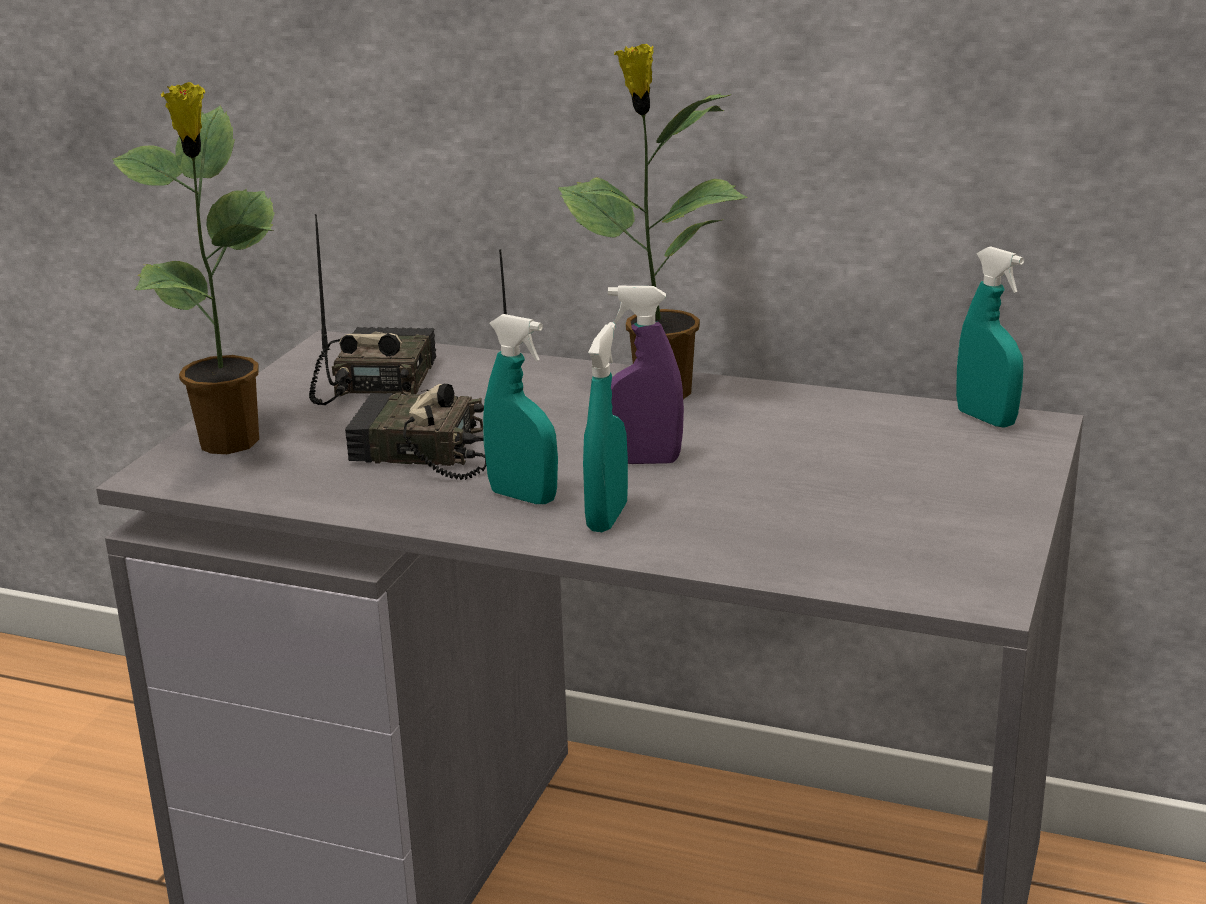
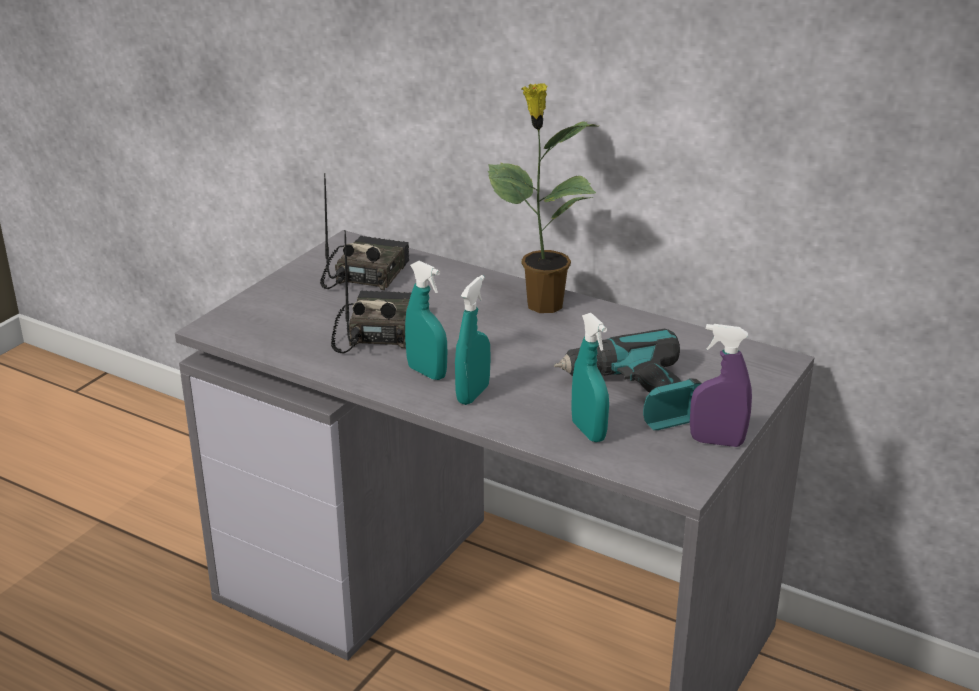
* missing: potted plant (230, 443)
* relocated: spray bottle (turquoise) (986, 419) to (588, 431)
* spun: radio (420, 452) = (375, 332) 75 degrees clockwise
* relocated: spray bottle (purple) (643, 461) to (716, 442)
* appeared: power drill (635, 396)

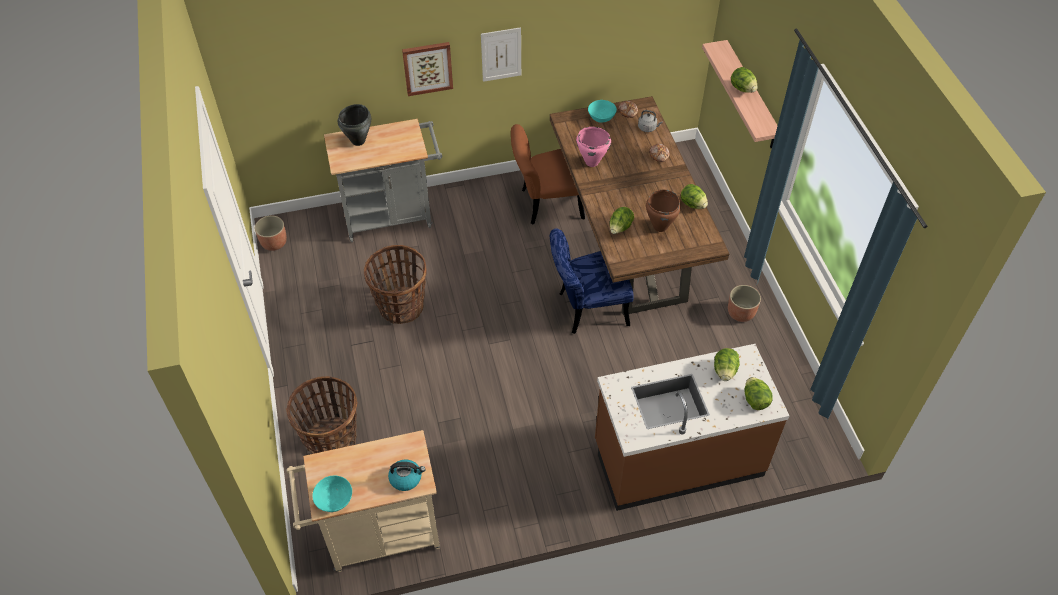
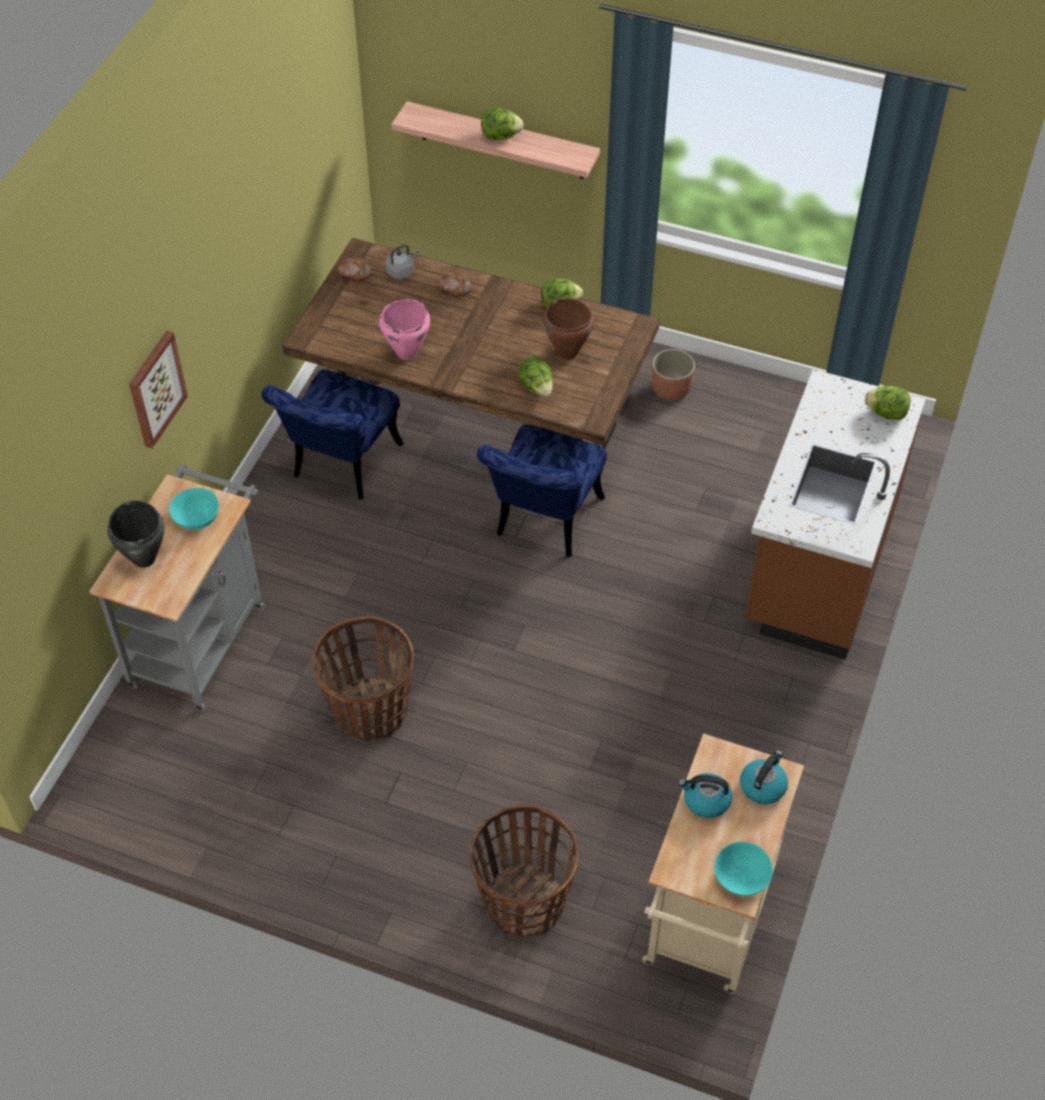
* missing: picture (501, 54)
* relocated: bowl (turquoise) (601, 117) to (196, 518)
* colour: chair (brown) (546, 203) to chair (blue) (341, 466)
* missing: planter (274, 242)
* missing: lettuce (724, 371)
* appeared: kettle (705, 801)

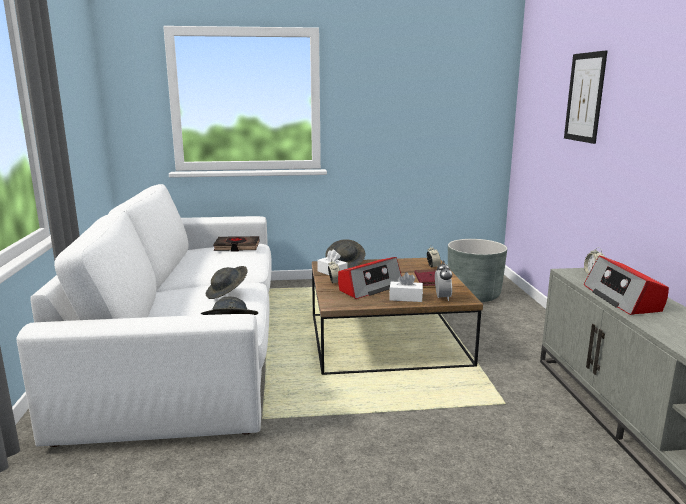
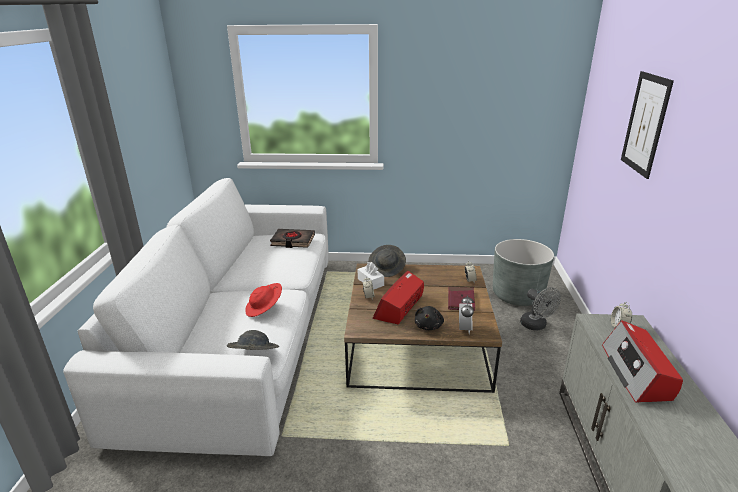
* spun: radio (370, 287) = (399, 307) 150 degrees clockwise
* colour: hat (grey) (227, 293) to hat (red) (264, 309)
* exchanged: tissue box (white) (405, 298) to plush toy (black) (428, 326)
* appeared: fan (grey) (536, 326)

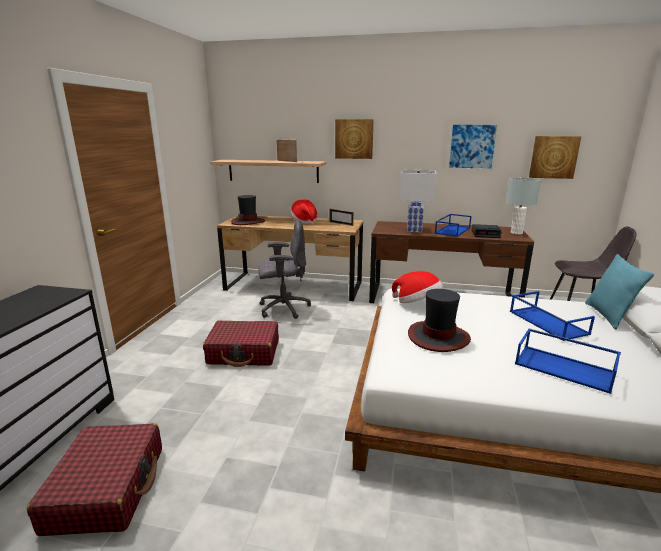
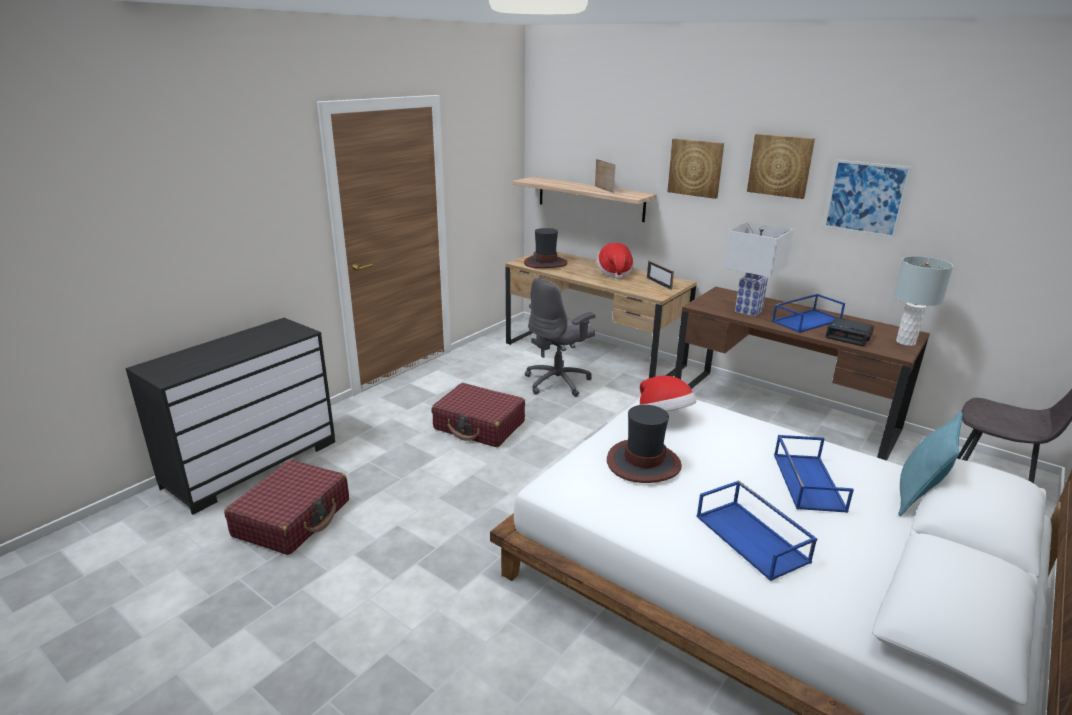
* relocated: picture (553, 157) to (780, 165)
* spun: office chair (grey) (283, 308) = (558, 382) 120 degrees clockwise

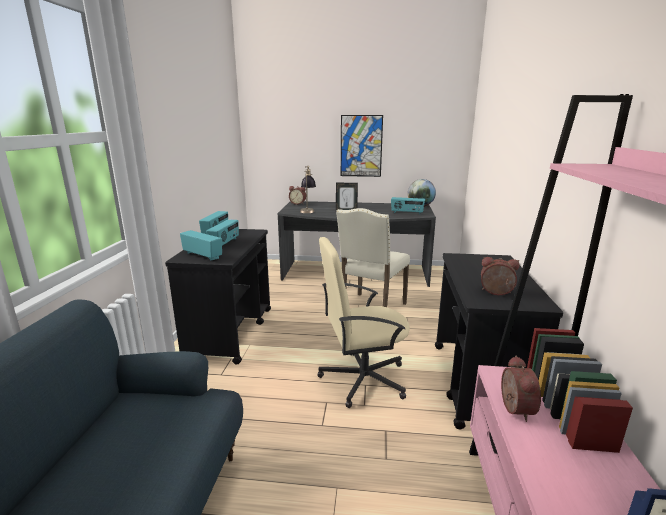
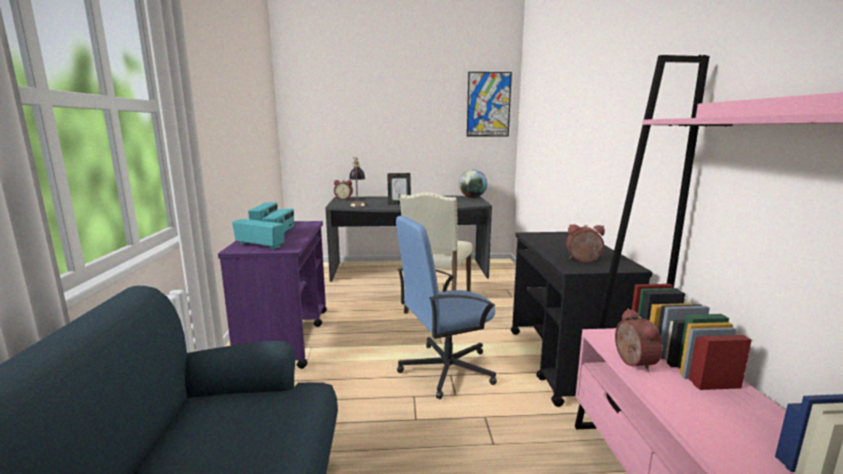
* relocated: picture (361, 146) to (488, 104)
* missing: radio (407, 213)
* colour: cart (black) (230, 332) to cart (purple) (286, 336)
* colour: office chair (beige) (362, 379) to office chair (blue) (445, 369)

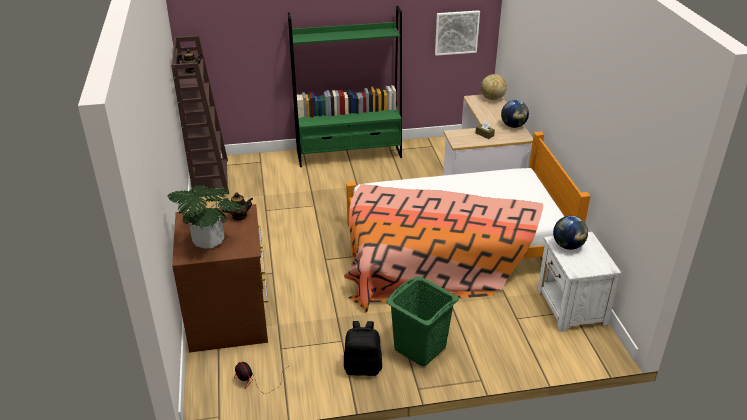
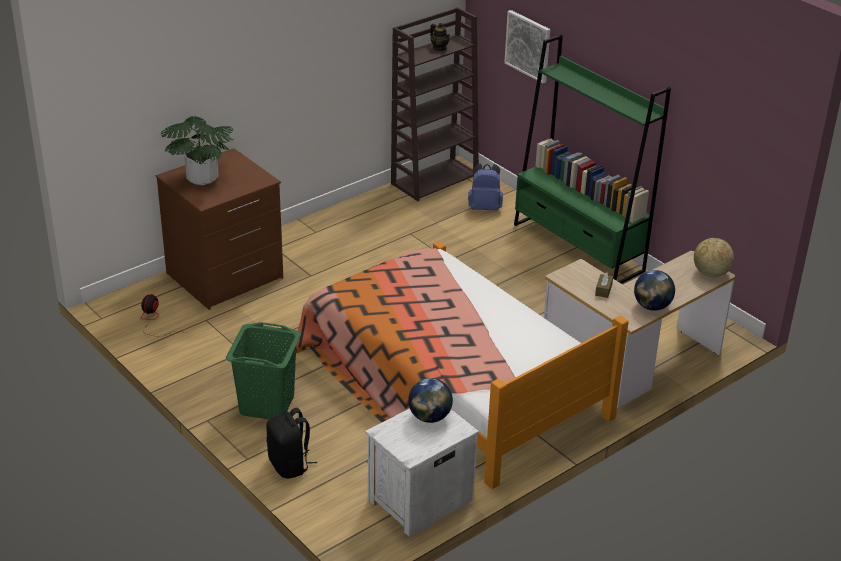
* relocated: picture (456, 32) to (528, 46)
* missing: teapot (239, 216)
* relocated: backpack (black) (363, 367) to (290, 465)
* appeared: backpack (blue) (485, 207)

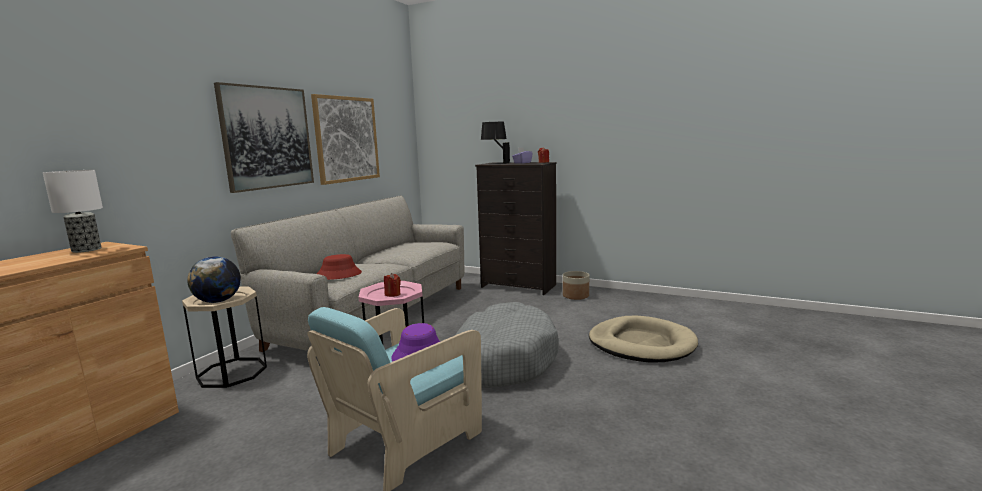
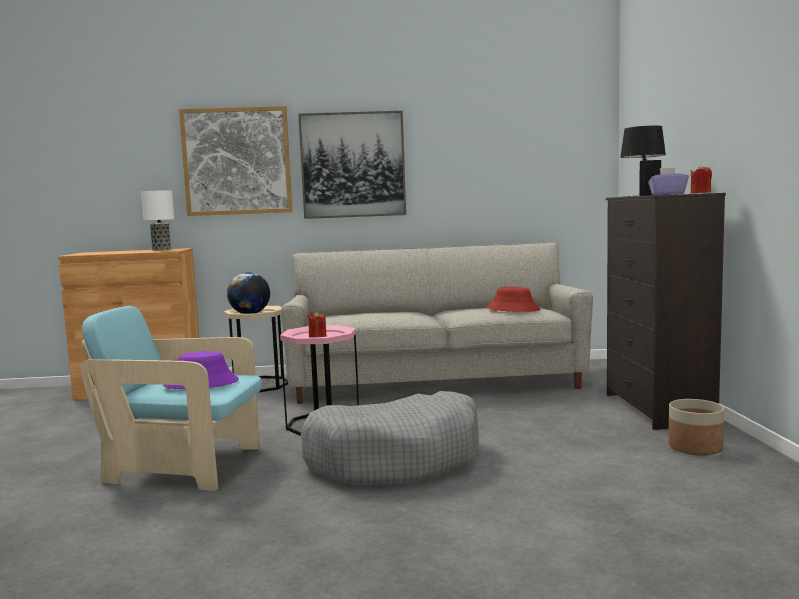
* relocated: picture (346, 139) to (237, 161)
* relocated: hat (red) (338, 275) to (513, 309)
* missing: dog bed (beige) (641, 344)

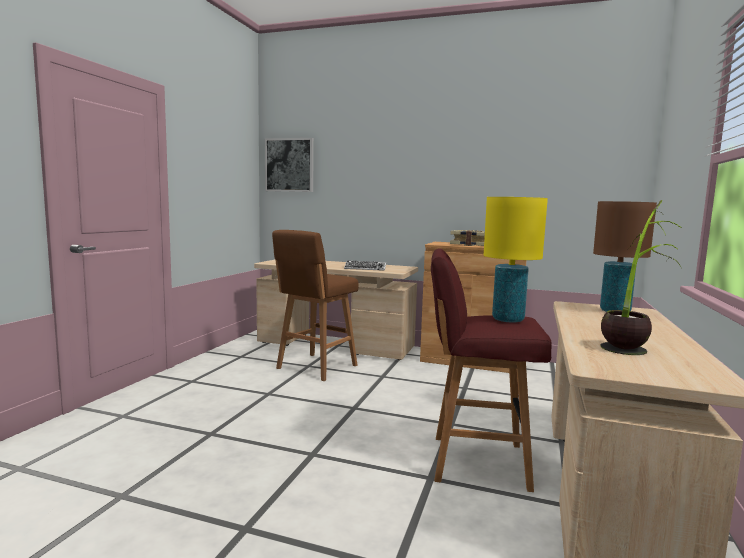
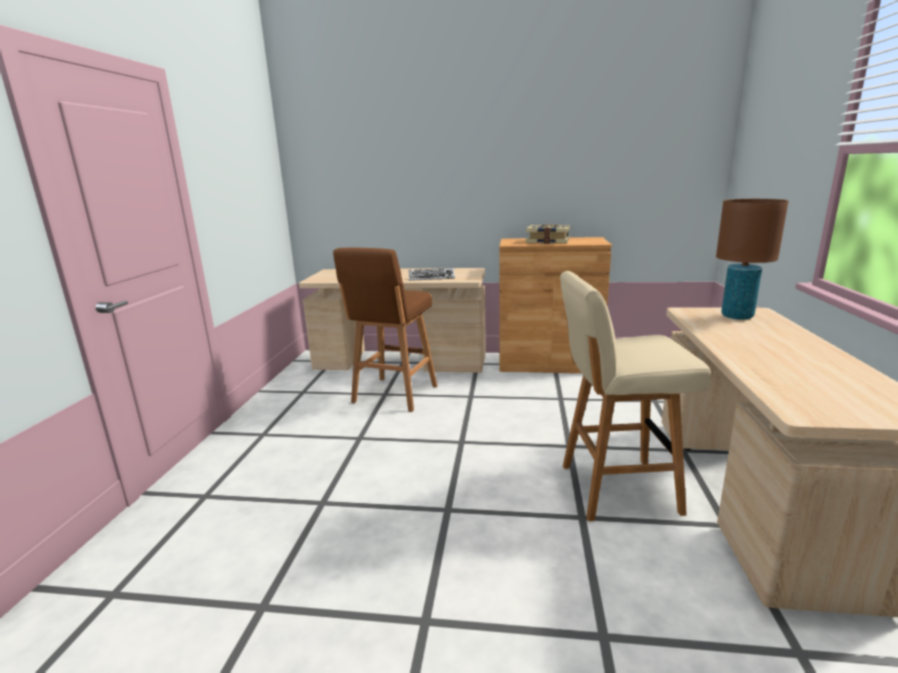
* missing: picture (289, 165)
* missing: table lamp (yellow) (508, 319)
* missing: potted plant (632, 344)
* colour: stool (red) (476, 461) to stool (beige) (615, 488)

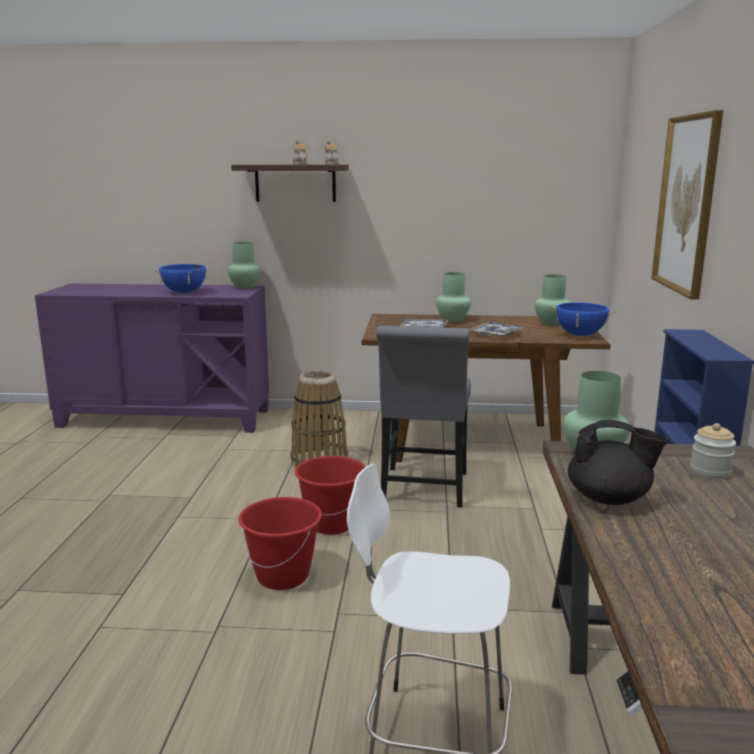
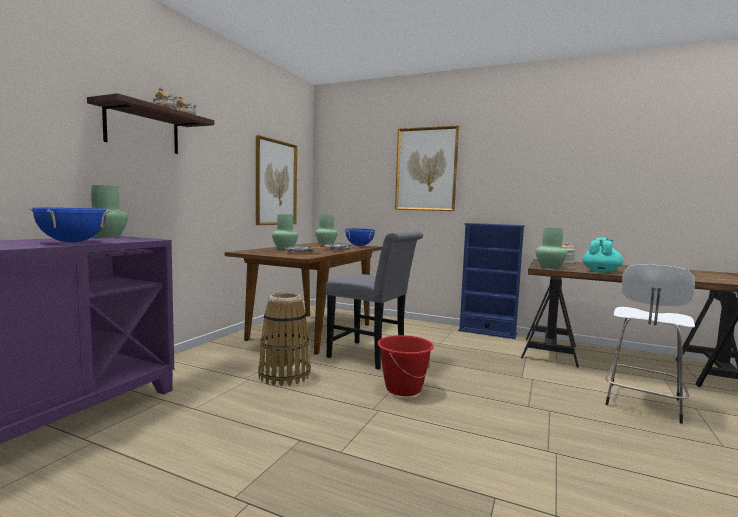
* colour: teapot (black) (609, 499) to teapot (turquoise) (601, 271)
* missing: bucket (red) (283, 576)
* appeared: picture (276, 183)

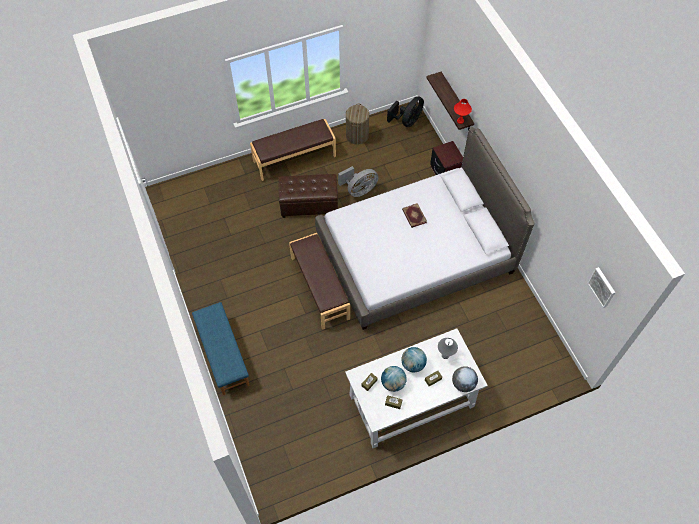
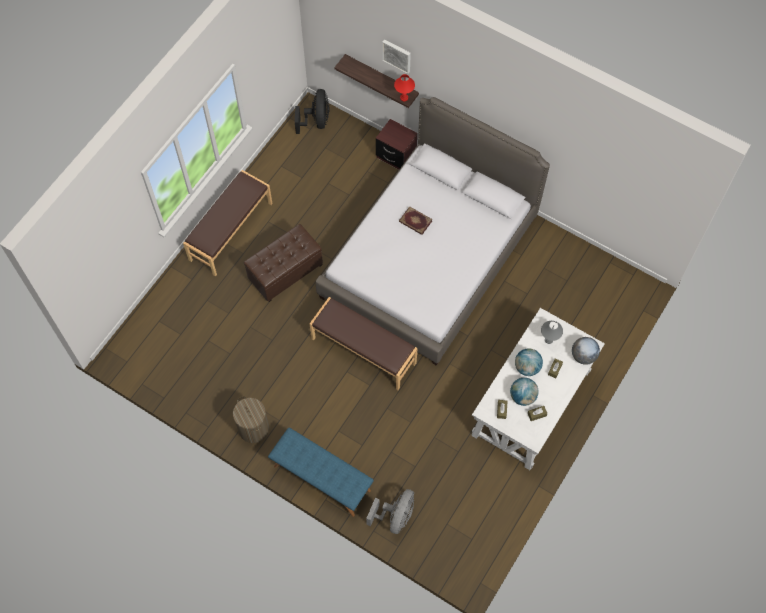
* relocated: laundry basket (357, 135) to (253, 428)
* relocated: fan (grey) (359, 190) to (395, 516)
* relocated: picture (602, 287) to (397, 55)

